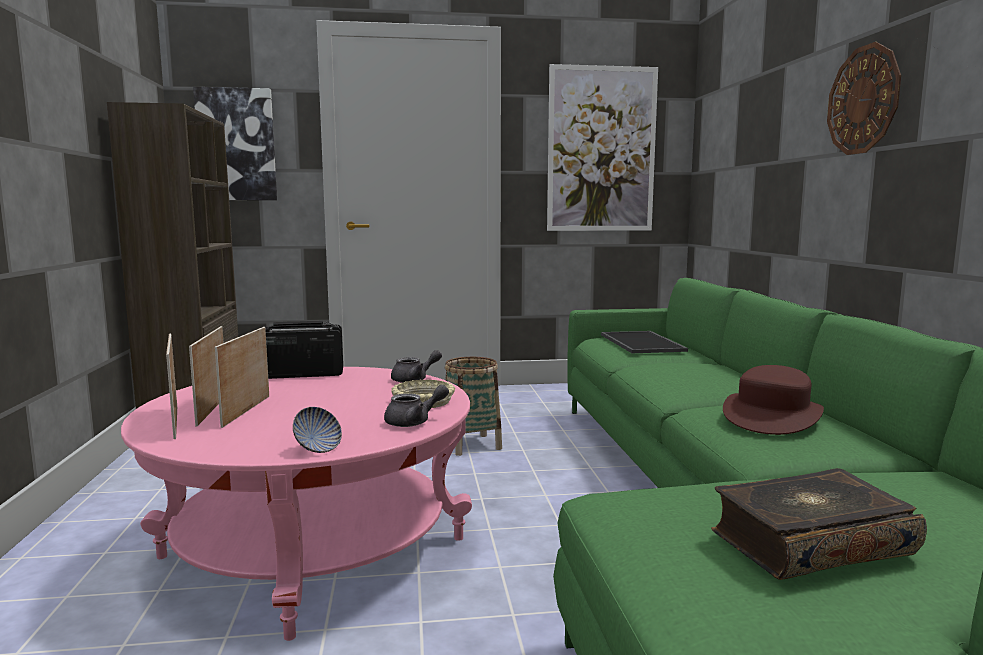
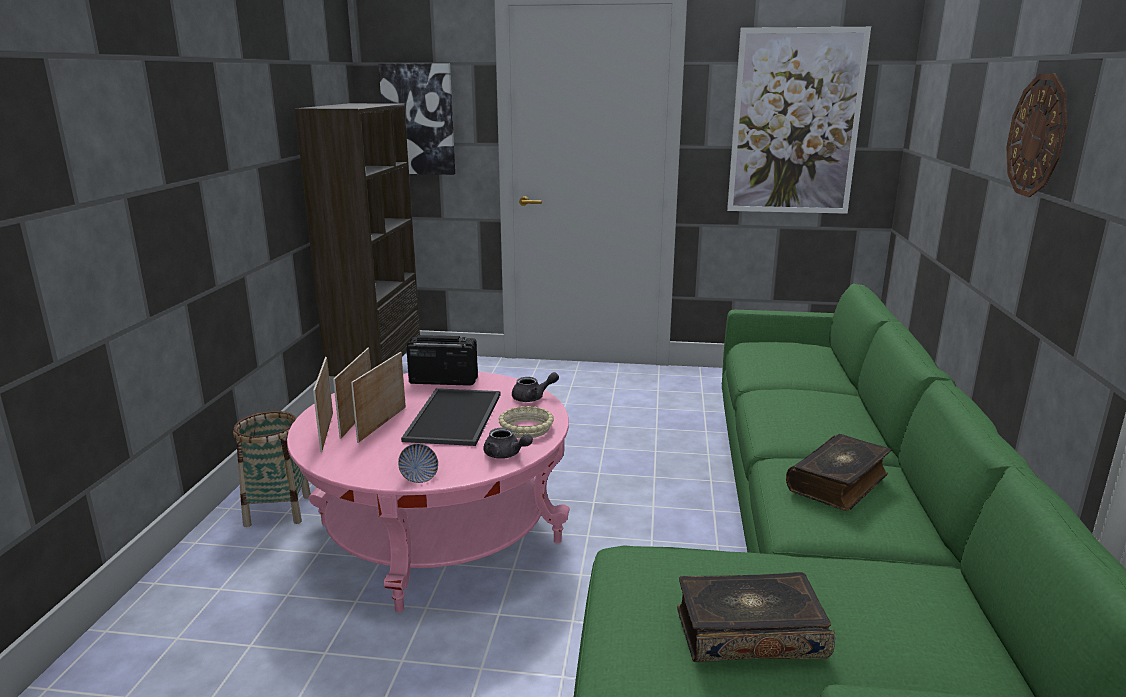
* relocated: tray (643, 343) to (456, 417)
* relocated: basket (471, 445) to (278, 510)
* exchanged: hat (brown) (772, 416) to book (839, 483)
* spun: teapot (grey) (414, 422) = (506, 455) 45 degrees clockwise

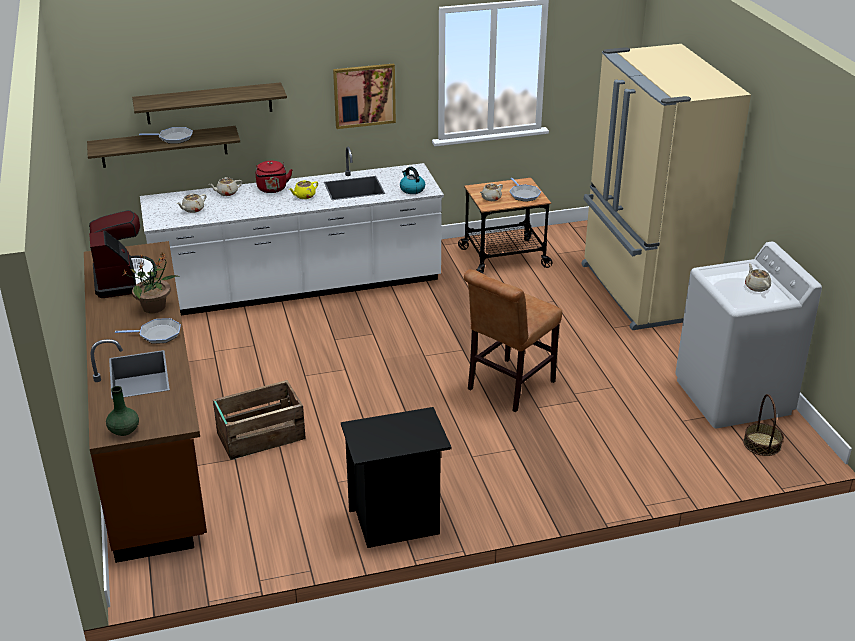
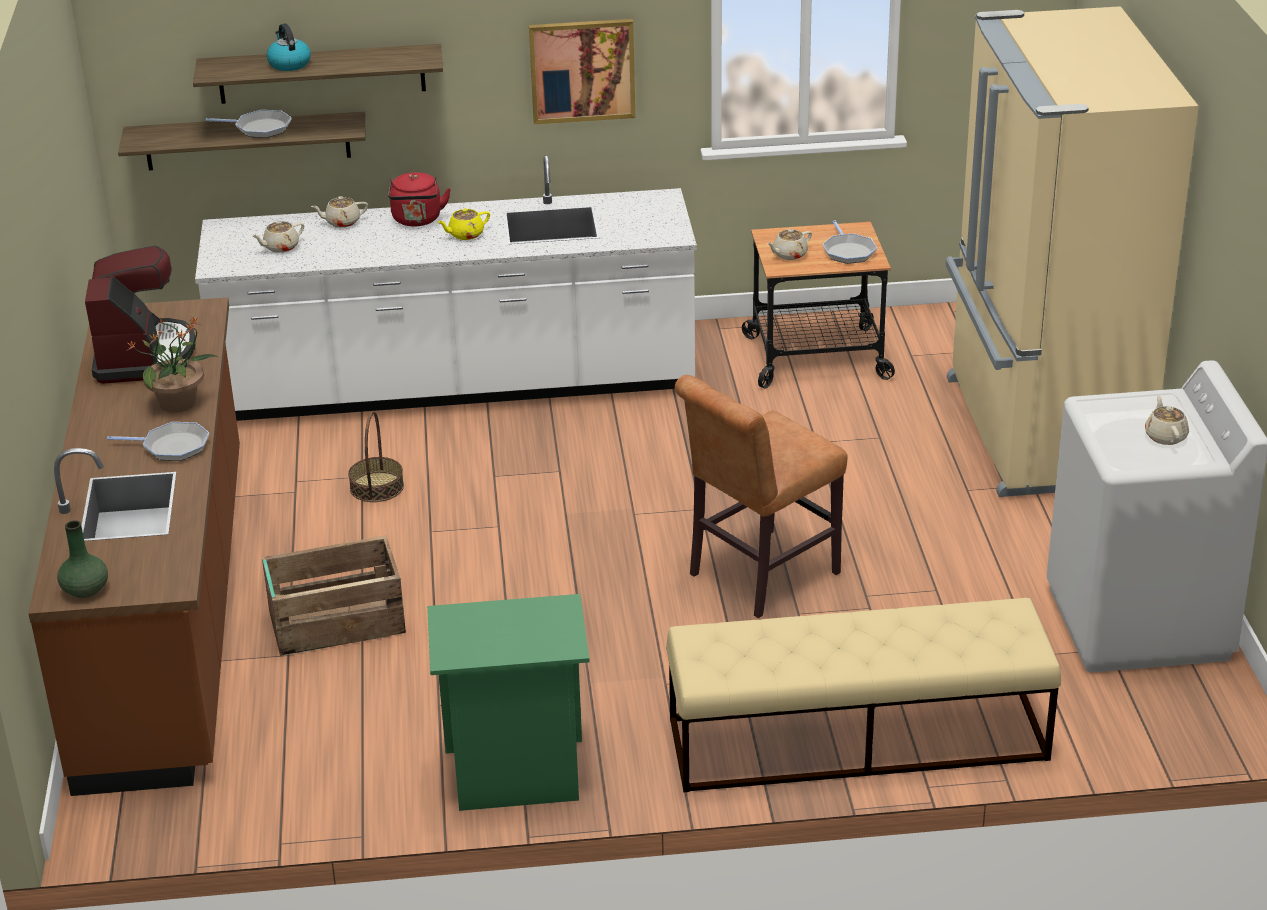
* relocated: kettle (412, 189) to (289, 64)
* relocated: basket (762, 444) to (377, 487)
* colour: nightstand (black) (396, 522) to nightstand (green) (515, 775)
* appeared: bench (beige) (856, 739)

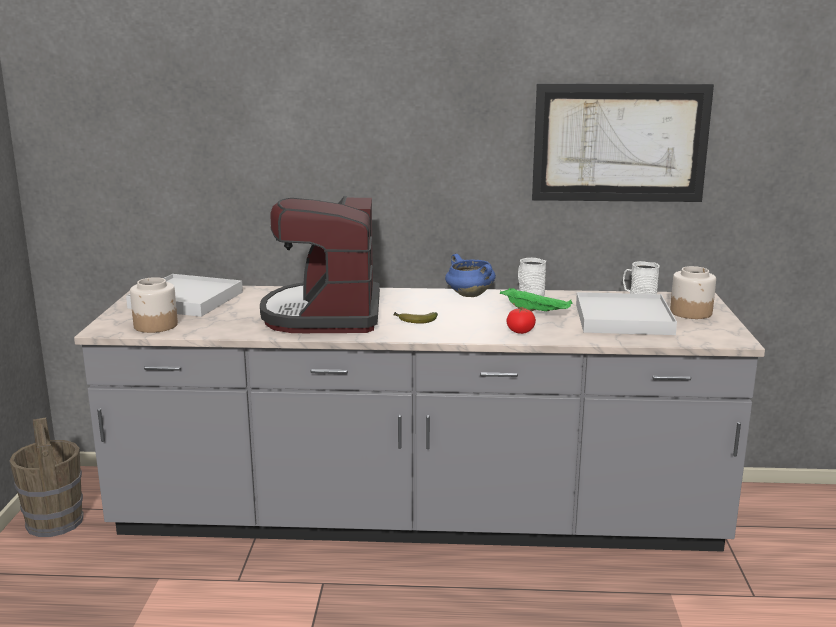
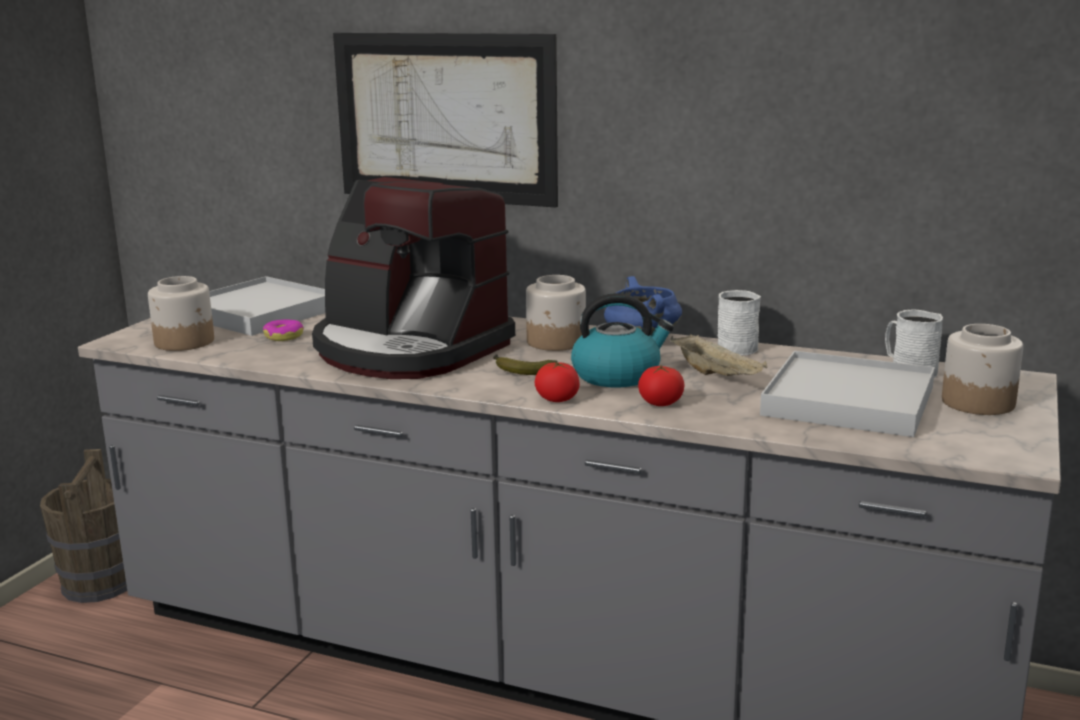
* relocated: picture (620, 143) to (445, 118)
* spun: coffee machine (325, 315) = (408, 349) 75 degrees counterclockwise
* colour: tray (green) (536, 312) to tray (beige) (717, 375)
* appeared: jar (556, 342)
* appeared: kettle (617, 375)
* appeared: donut (284, 336)
* appeared: tomato (557, 399)

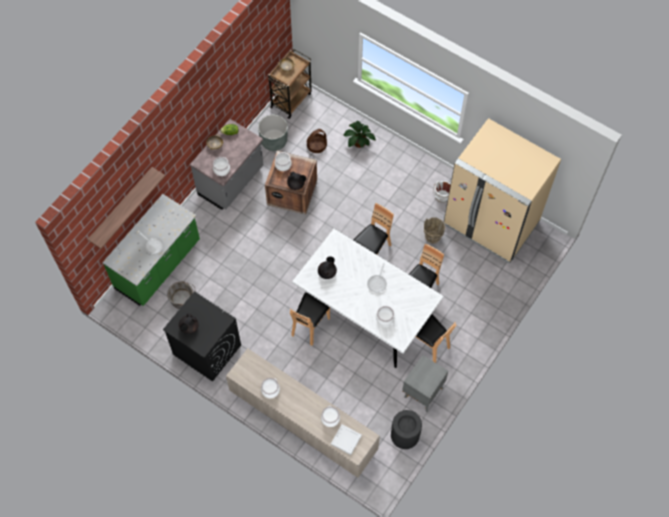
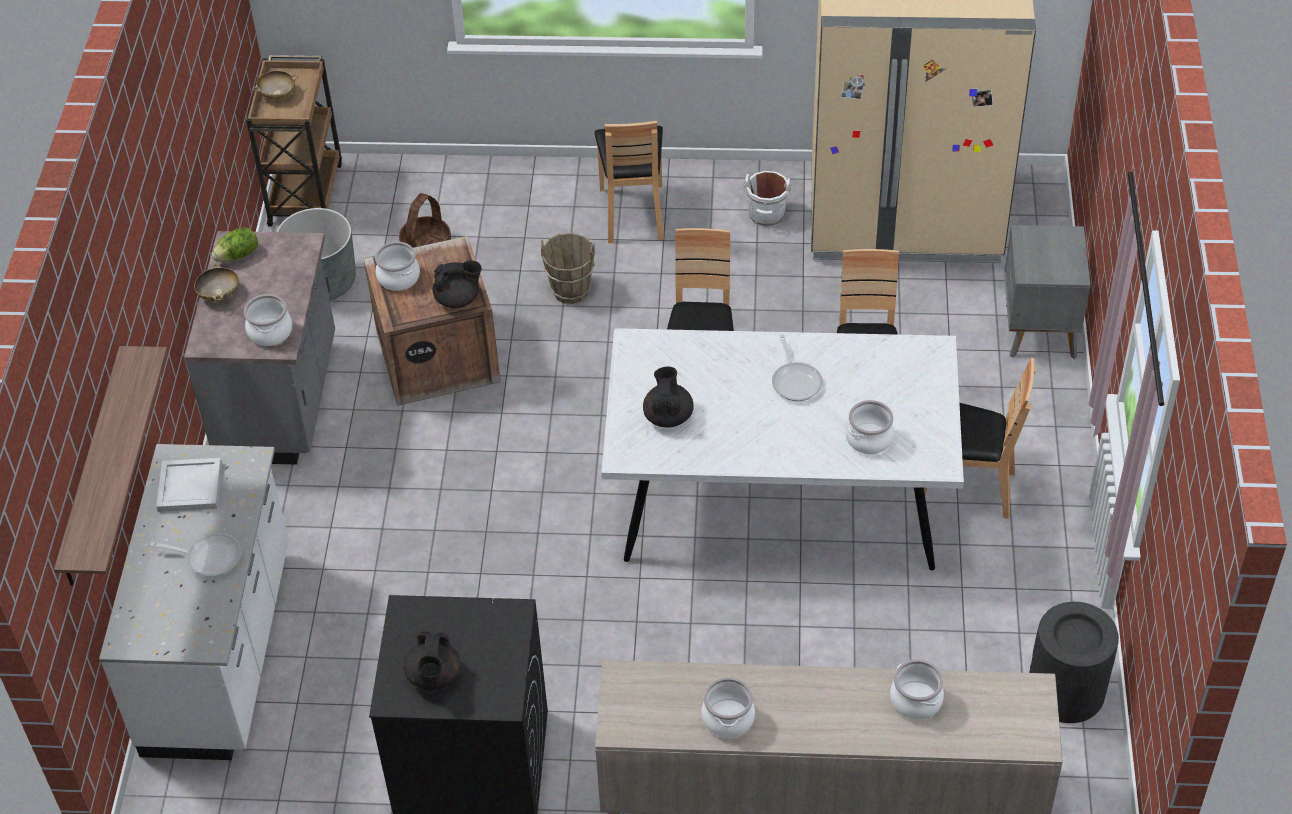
* missing: potted plant (358, 142)
* colour: counter (green) (158, 266) to counter (white) (221, 651)
* relocated: bucket (brown) (432, 237) to (571, 290)
* missing: bucket (grey) (183, 299)
* relocated: chair (brown) (310, 326) to (633, 213)
* relocated: nightstand (grey) (422, 392) to (1039, 332)
* relocated: tray (white) (346, 440) to (191, 488)

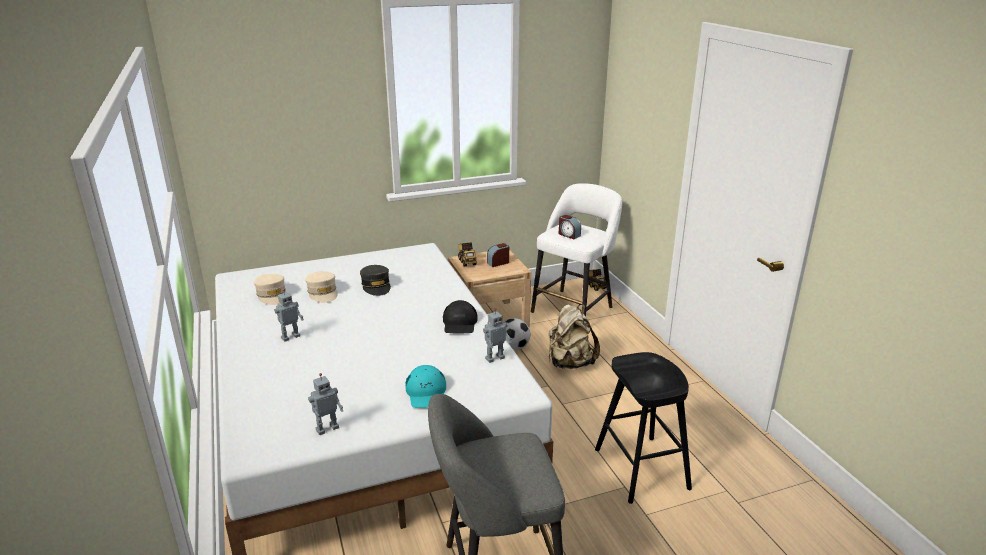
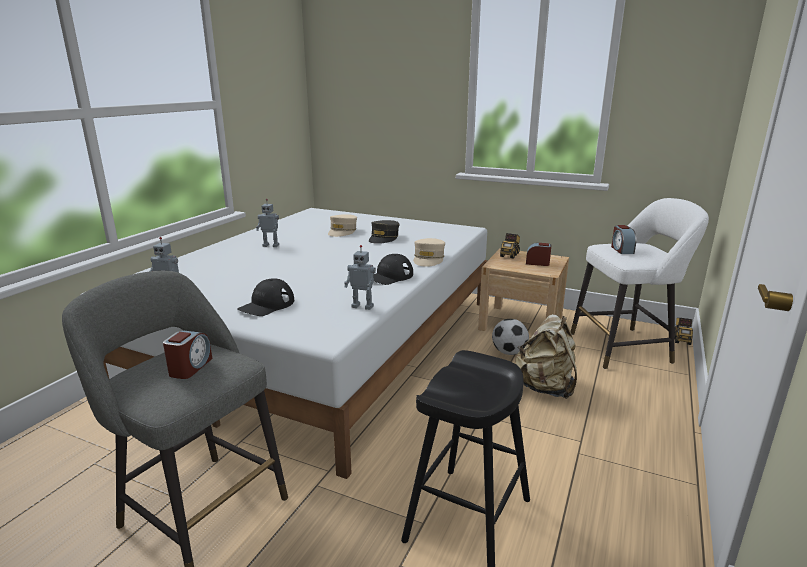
* relocated: cap (beige) (272, 295) to (428, 259)
* colour: cap (turquoise) (426, 393) to cap (black) (267, 305)
* appeared: alarm clock (190, 367)

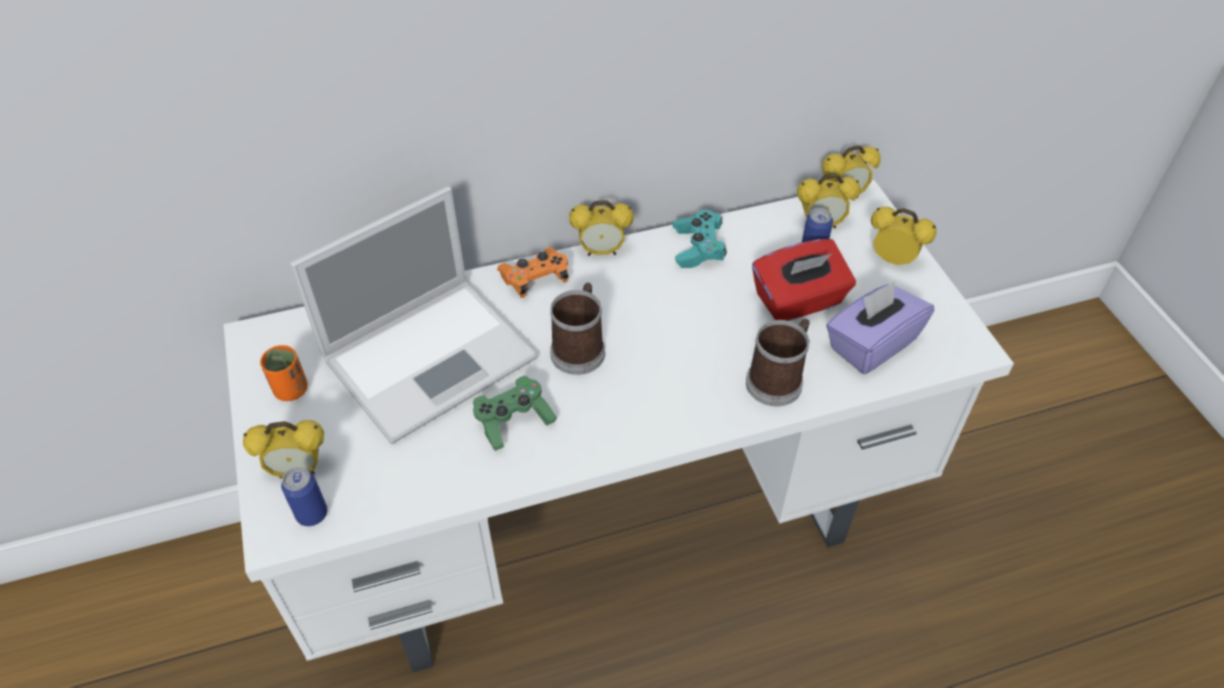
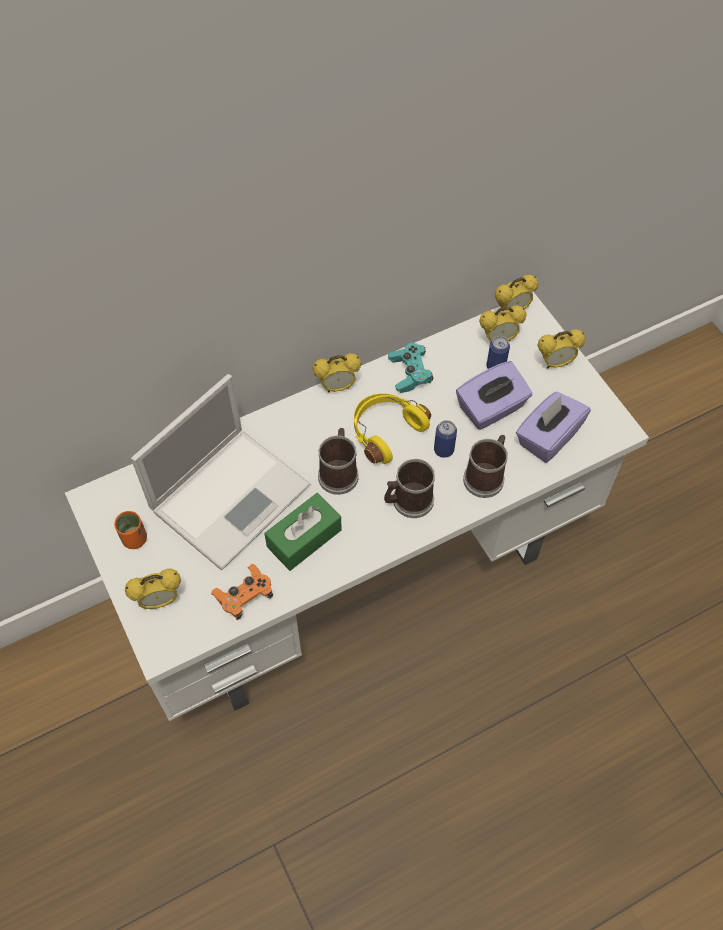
* spun: alarm clock (892, 260) = (555, 363) 150 degrees clockwise
* colour: tissue box (red) (798, 301) to tissue box (purple) (491, 409)
* relocated: game controller (orange) (535, 280) to (244, 596)
* exchanged: game controller (green) (513, 421) to tissue box (green) (304, 538)
* relocated: can (312, 514) to (443, 450)
* appeared: headphones (yellow) (385, 431)
* appeared: mug (408, 501)

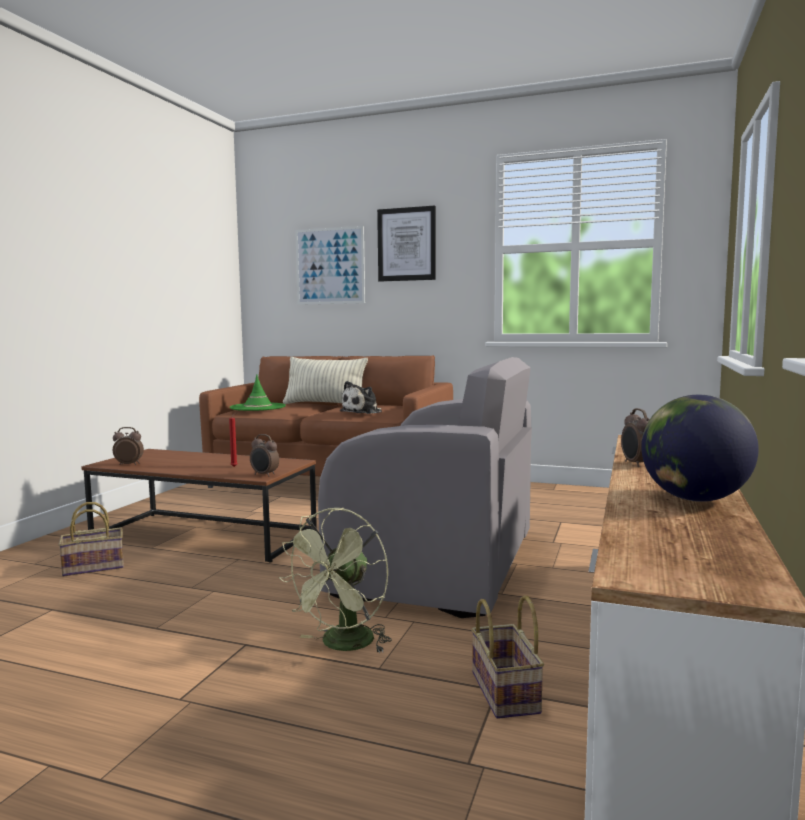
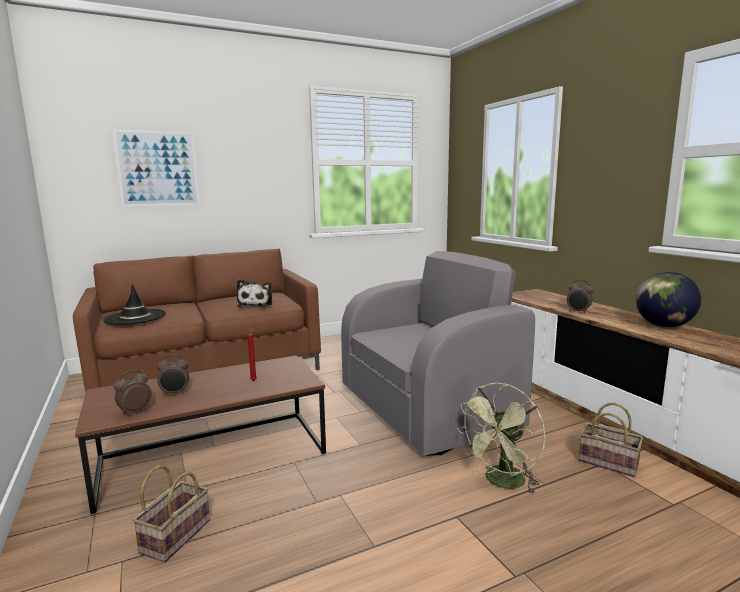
* missing: picture (406, 244)
* missing: pillow (324, 404)
* colour: hat (green) (258, 407) to hat (black) (135, 317)
* relocated: alarm clock (264, 475) to (175, 393)
* spun: fan (green) (342, 645) = (501, 483) 60 degrees clockwise

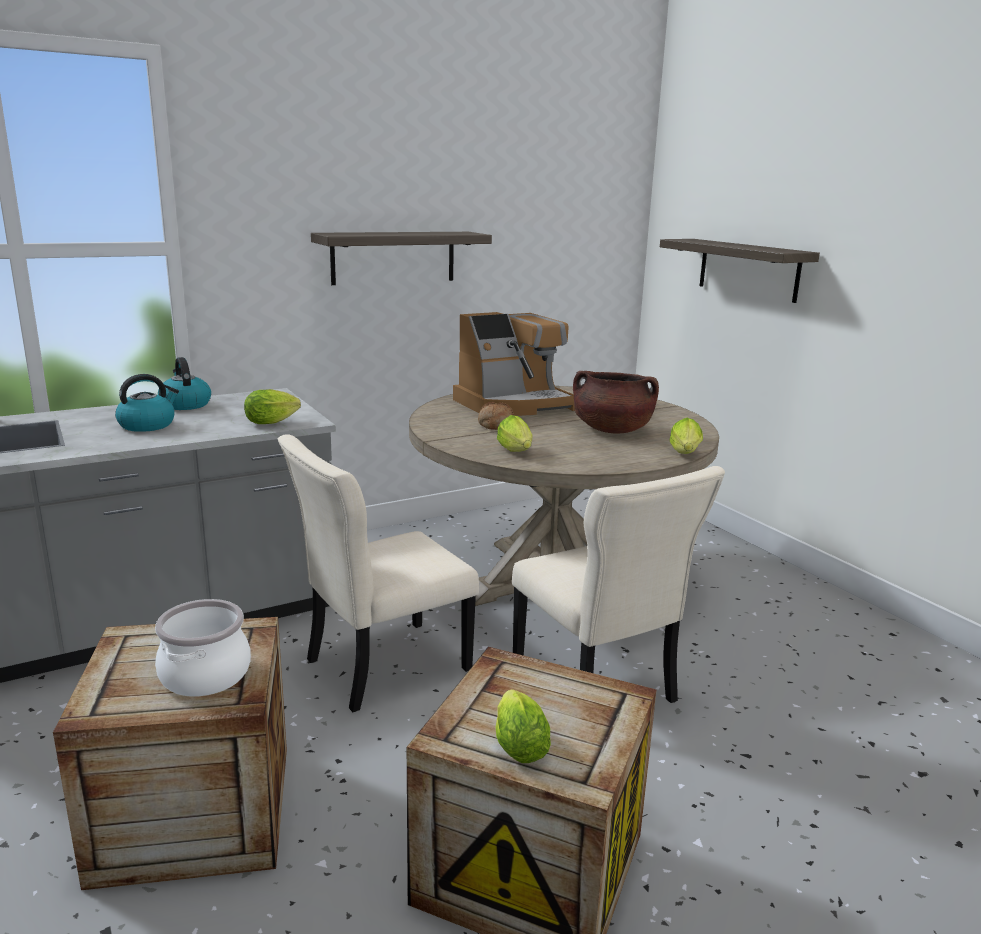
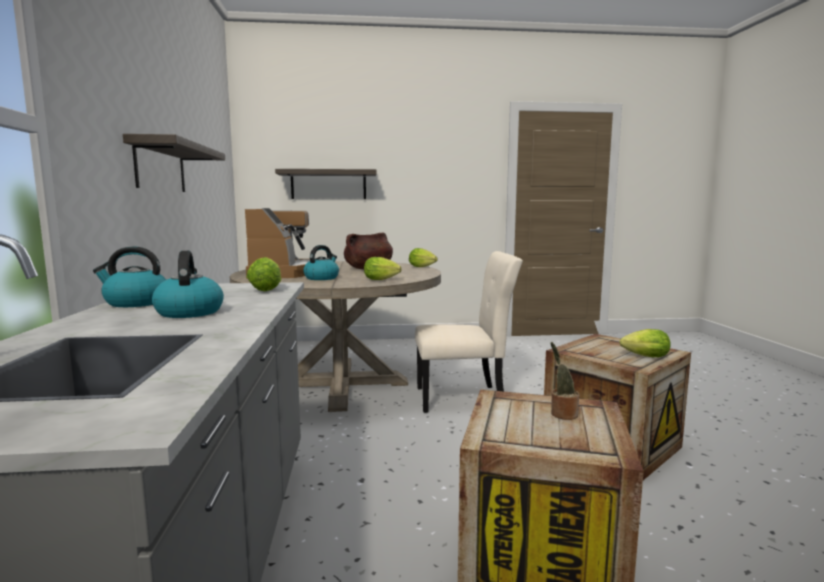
* exchanged: bread (494, 424) to kettle (322, 278)
* missing: chair (beige) (381, 666)
* exchanged: cooking pot (206, 675) to potted plant (562, 414)

